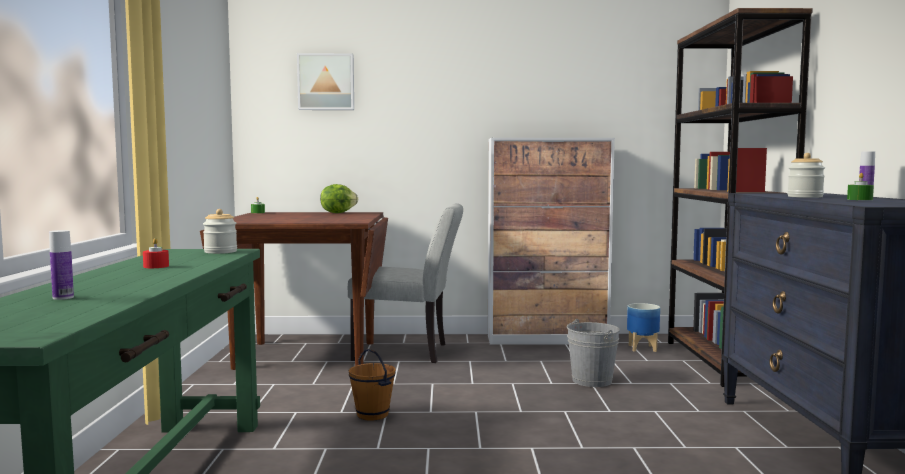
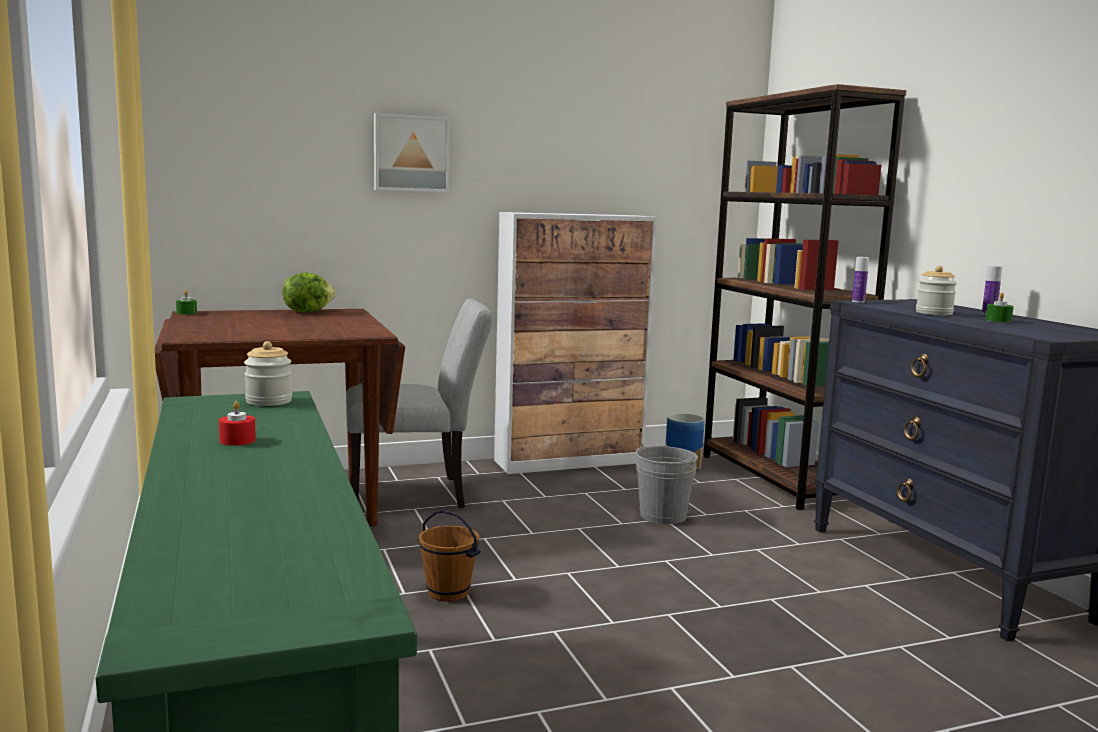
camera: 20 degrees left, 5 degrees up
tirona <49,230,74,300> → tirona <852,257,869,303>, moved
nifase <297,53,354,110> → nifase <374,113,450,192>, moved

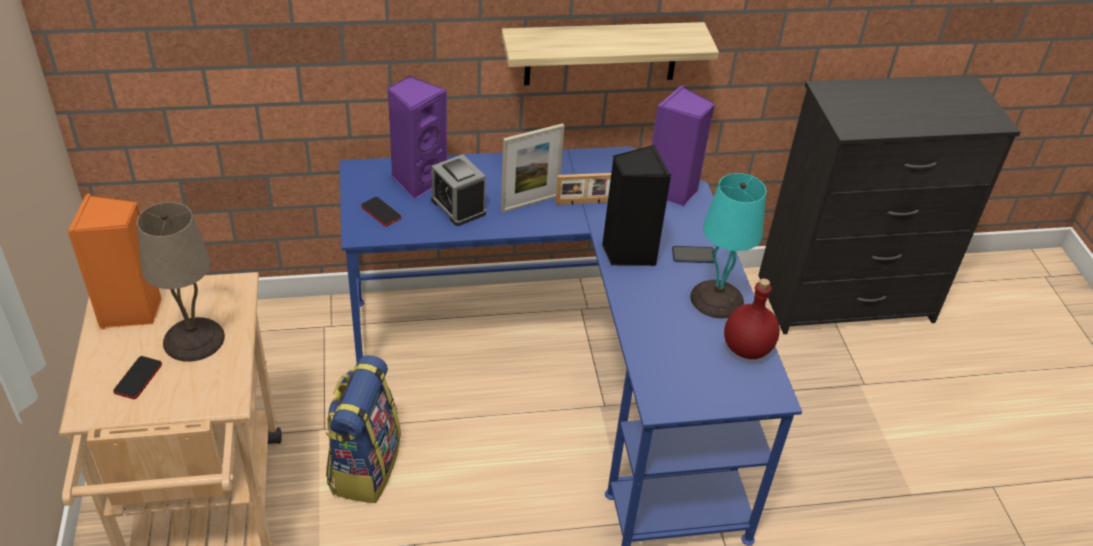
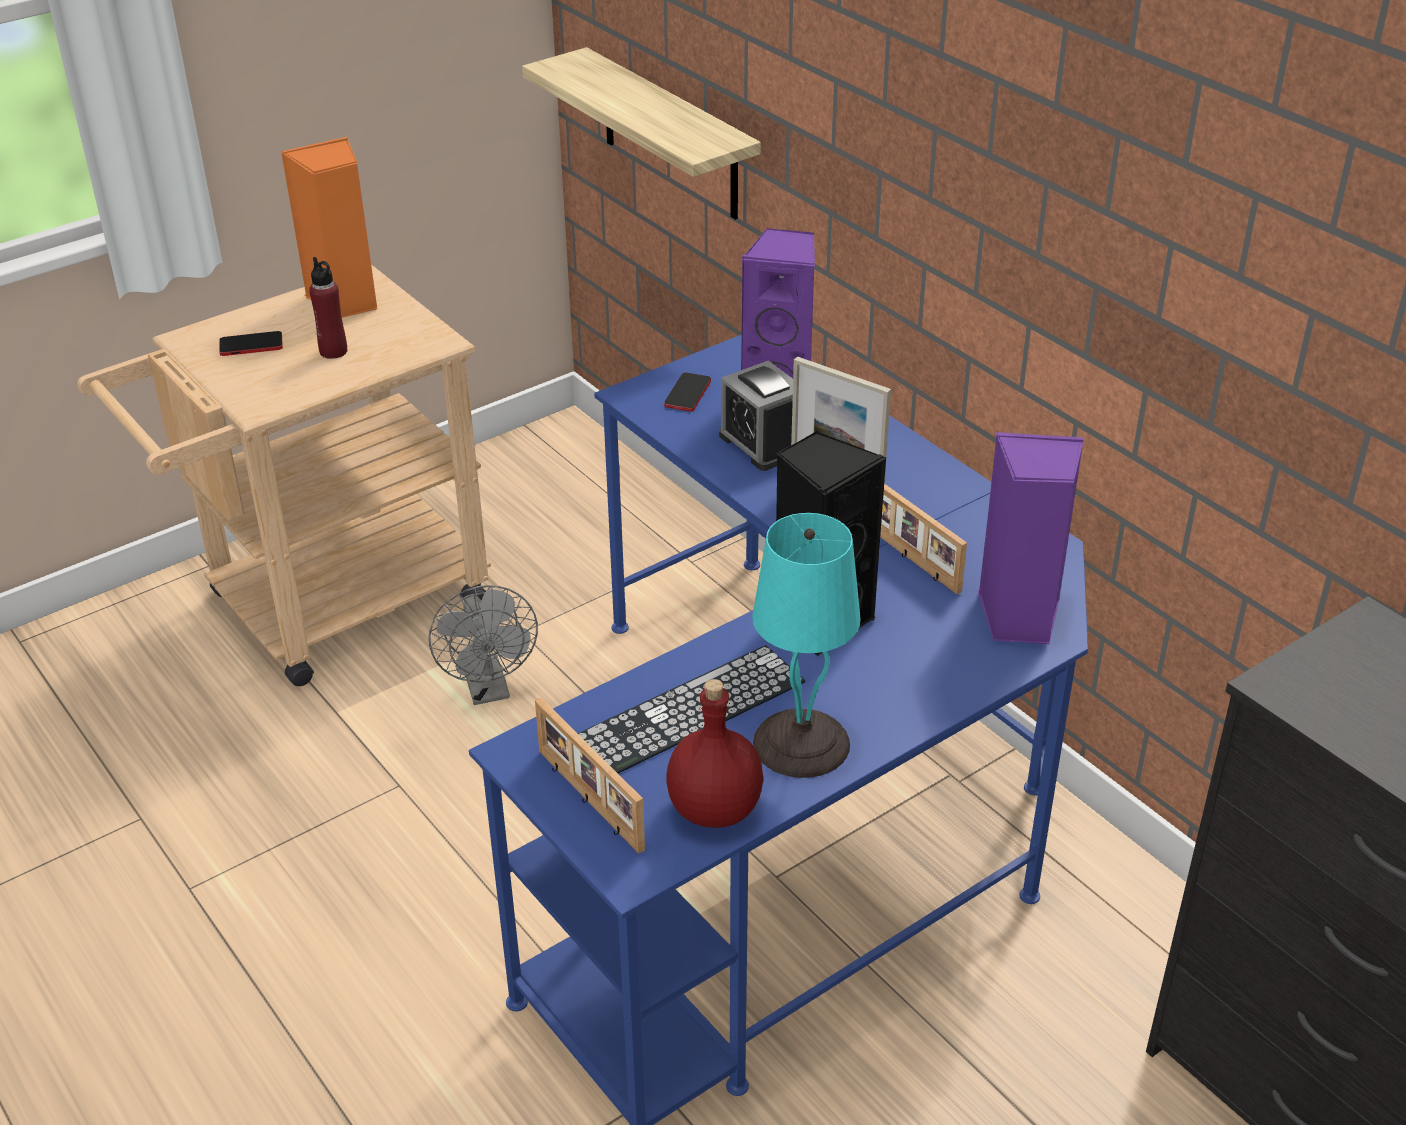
camera: 65 degrees right, 5 degrees down
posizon <672,246,714,263> → -
- → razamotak <535,698,645,854>
- → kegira <578,645,805,773>
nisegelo <502,22,719,85> → nisegelo <522,47,761,220>, moved
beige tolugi <137,202,225,362> → red tirona <309,257,347,359>
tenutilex <326,355,401,503> → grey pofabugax <429,585,538,705>
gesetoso <431,154,486,226> → gesetoso <719,361,793,471>, 60 degrees counterclockwise

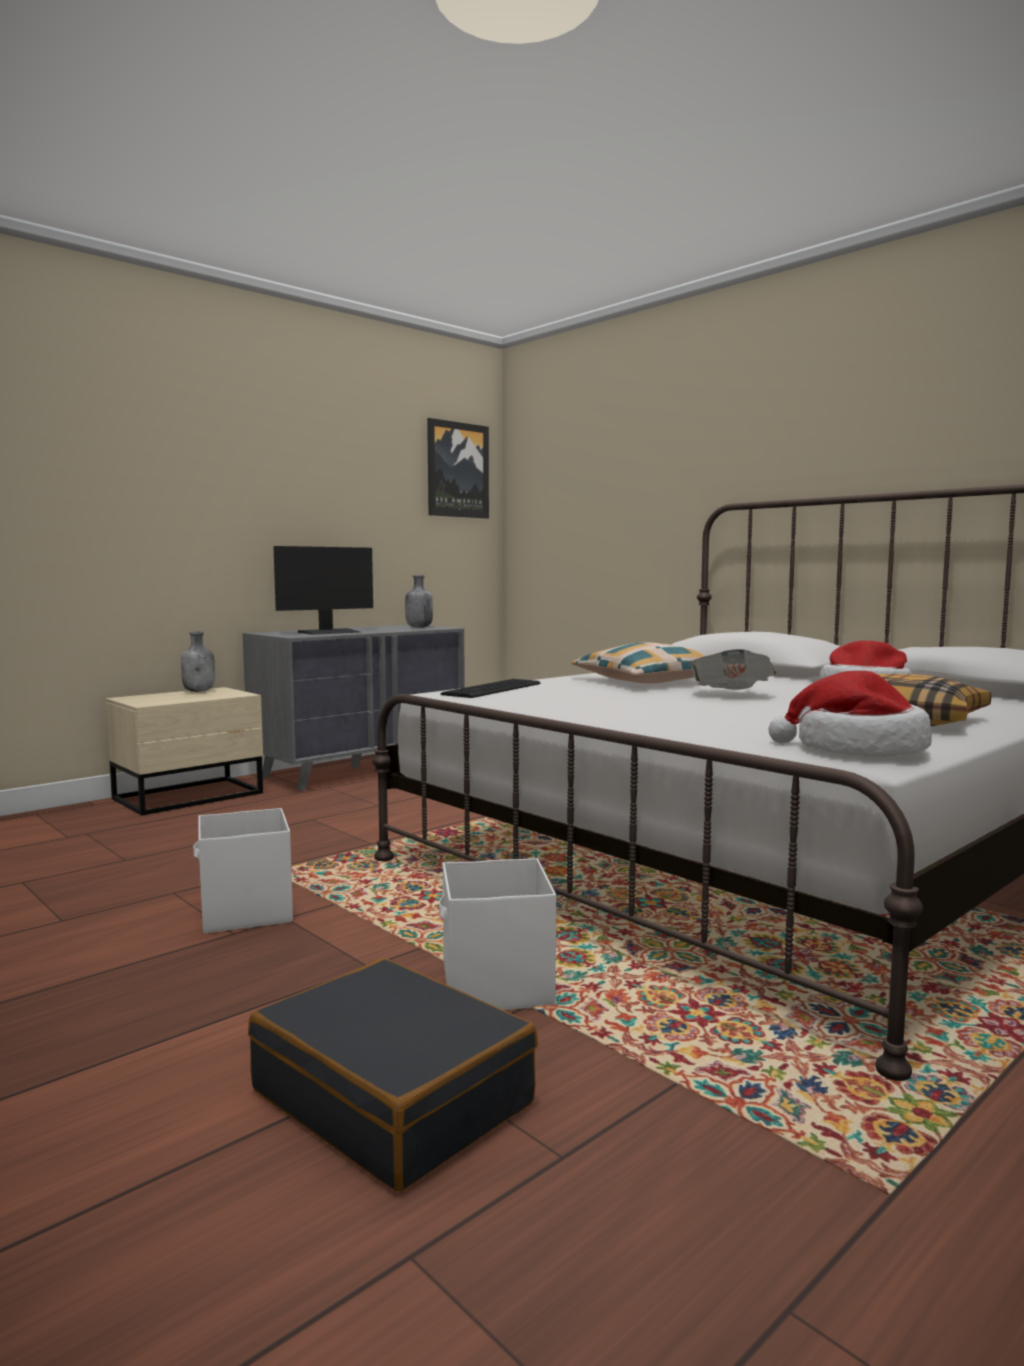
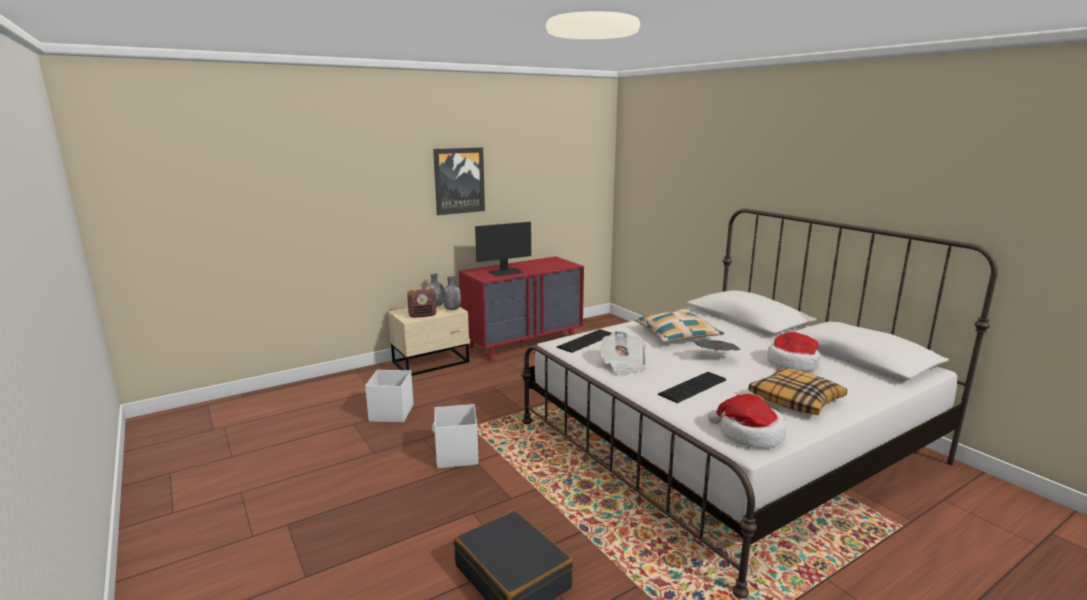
camera: 10 degrees right, 10 degrees up
- → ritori <407,287,436,318>
- → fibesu <599,331,646,377>
- → kegira <658,372,726,403>
grey tirona <405,575,433,628> → grey tirona <443,277,461,310>, moved
nifase <427,418,489,518> → nifase <433,147,485,215>, moved
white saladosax <439,858,556,1010> → white saladosax <365,370,414,422>, moved
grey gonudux <242,625,465,791> → red gonudux <459,256,584,361>

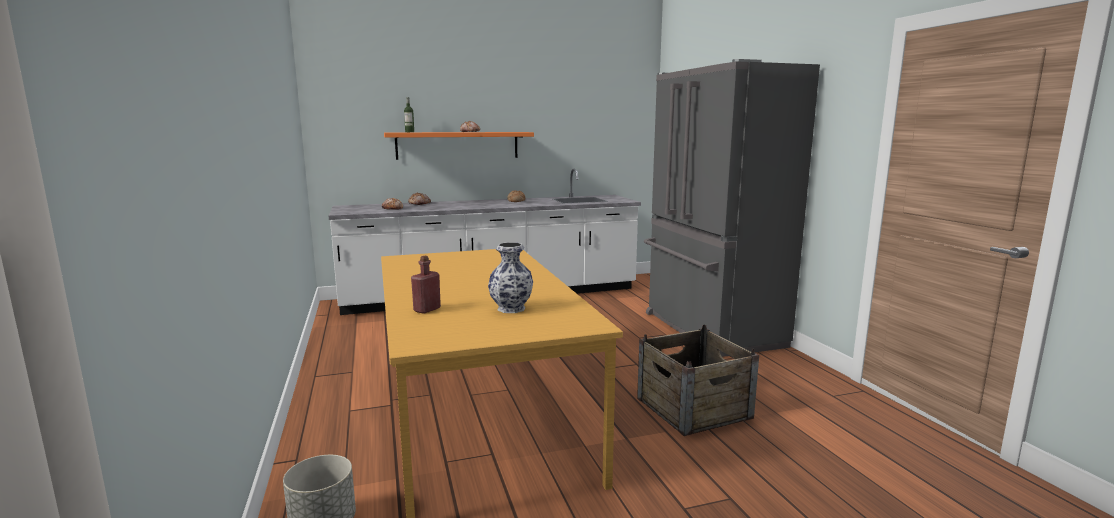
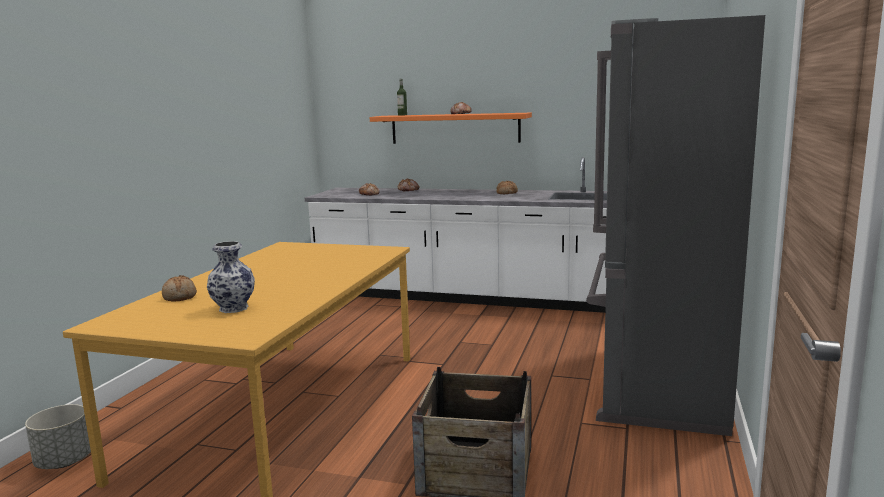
camera: 35 degrees right, 0 degrees up
red tirona <411,256,441,314> → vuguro <162,275,197,301>

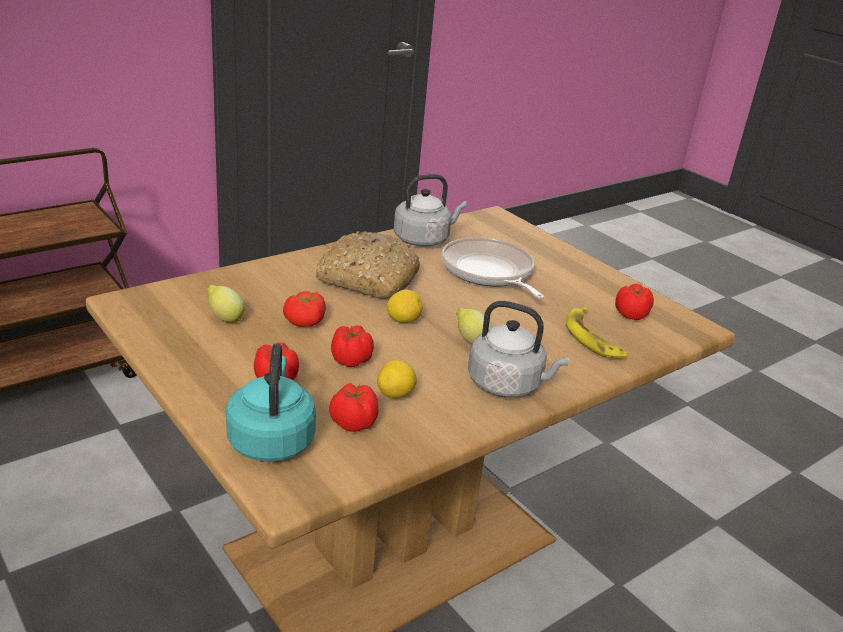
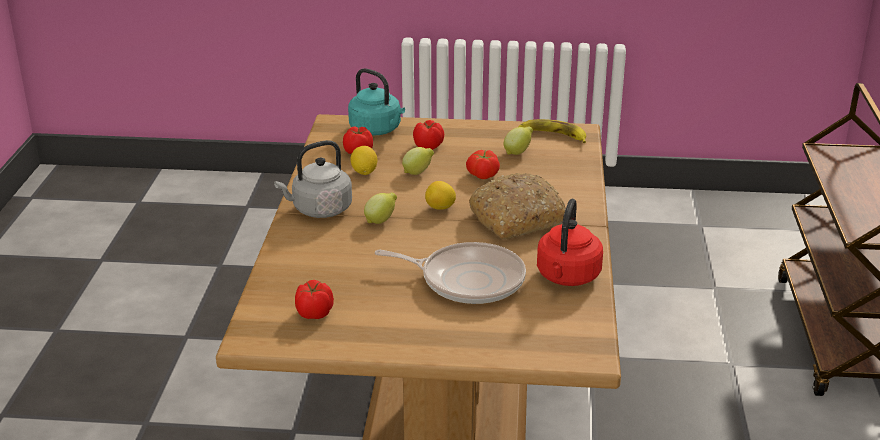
camera: 135 degrees right, 0 degrees up
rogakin <566,307,627,358> → rogakin <518,119,586,143>, moved
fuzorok <331,325,374,367> → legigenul <402,147,434,175>
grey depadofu <394,174,467,247> → red depadofu <537,199,603,286>

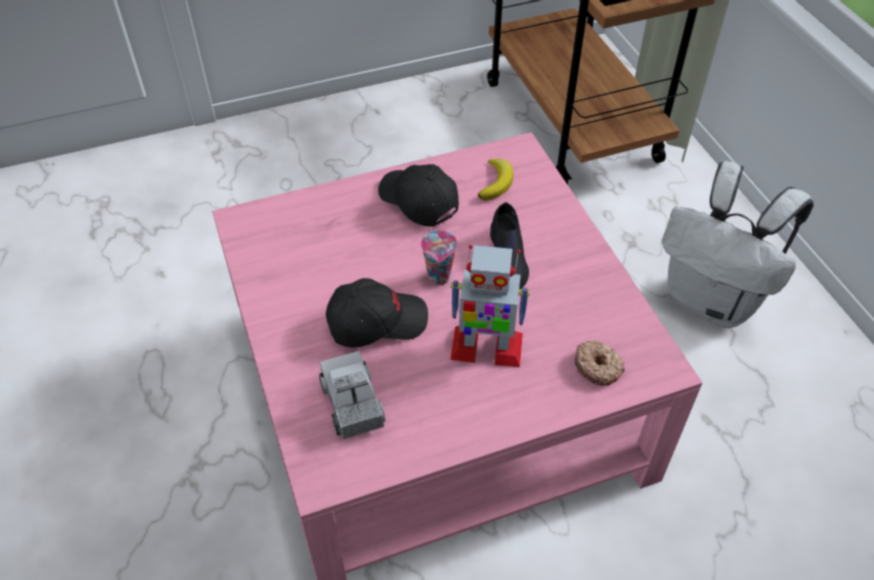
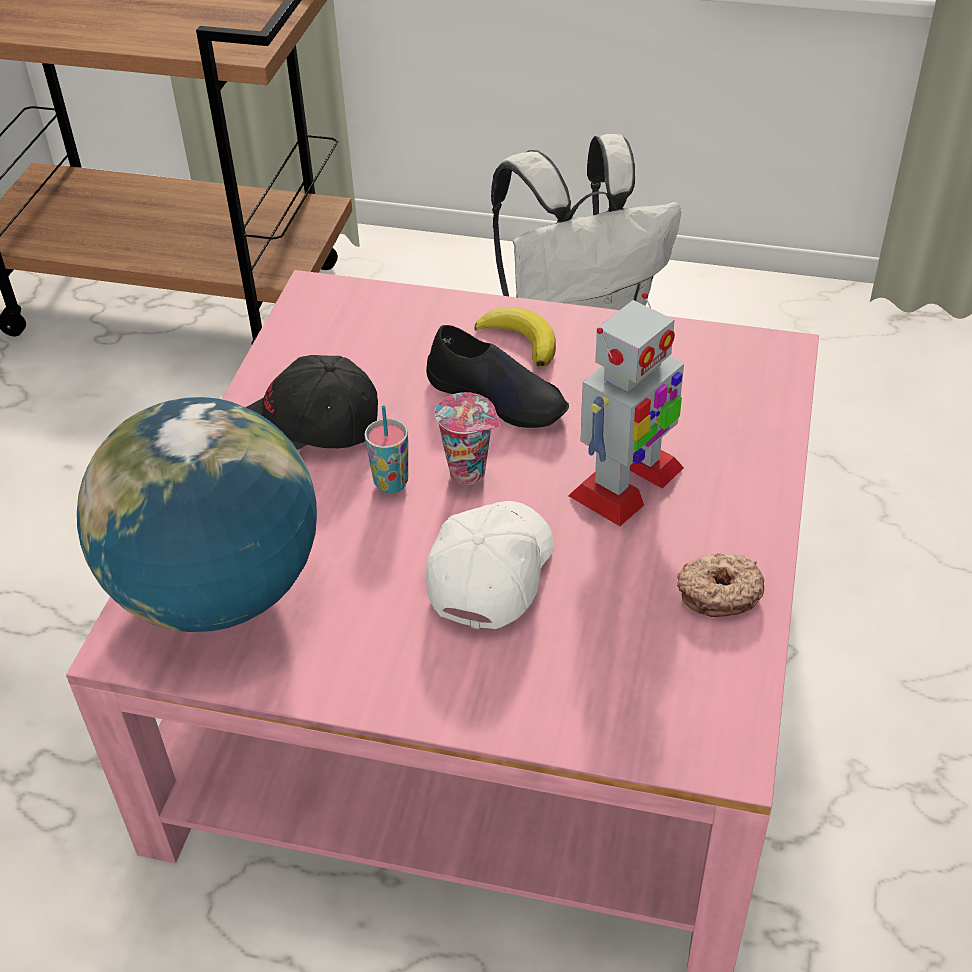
camera: 55 degrees left, 5 degrees down
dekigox <319,351,386,439> → -
- → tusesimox <77,397,317,632>
- → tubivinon <364,405,408,493>
rogakin <478,159,514,201> → rogakin <475,307,556,367>, moved
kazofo <575,341,625,385> → kazofo <677,553,764,617>, moved
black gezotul <326,278,428,348> → white gezotul <426,501,554,629>

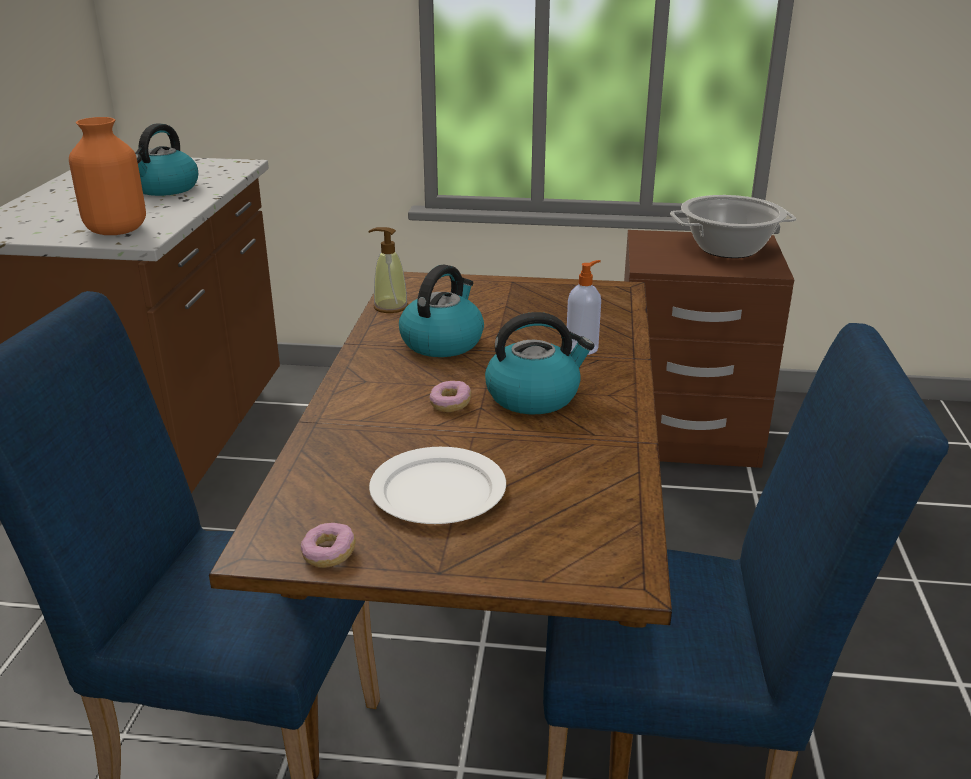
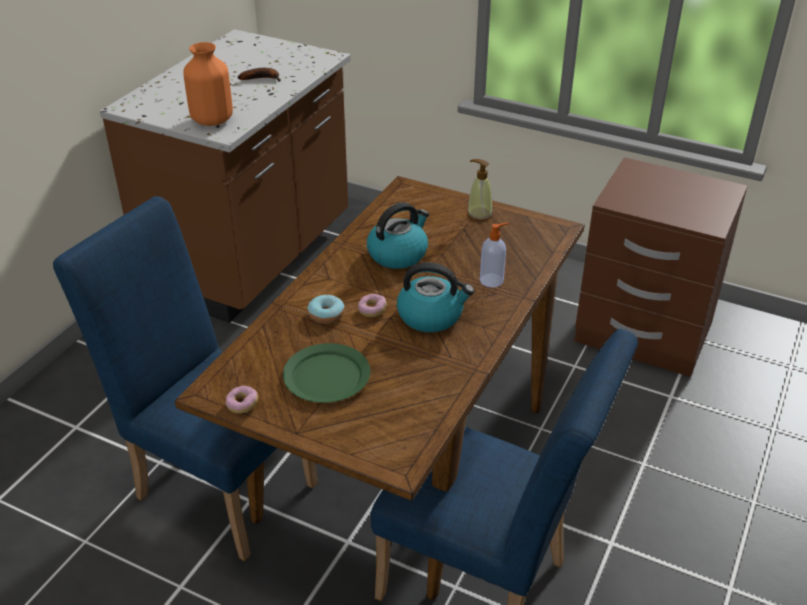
camera: 20 degrees right, 10 degrees up
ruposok <670,195,796,258> → -
- → kazofo <307,295,344,324>
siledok <368,227,408,313> → siledok <467,159,493,221>, moved
depadofu <135,123,198,196> → rogakin <237,68,281,82>
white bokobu <369,447,506,524> → green bokobu <283,343,370,403>

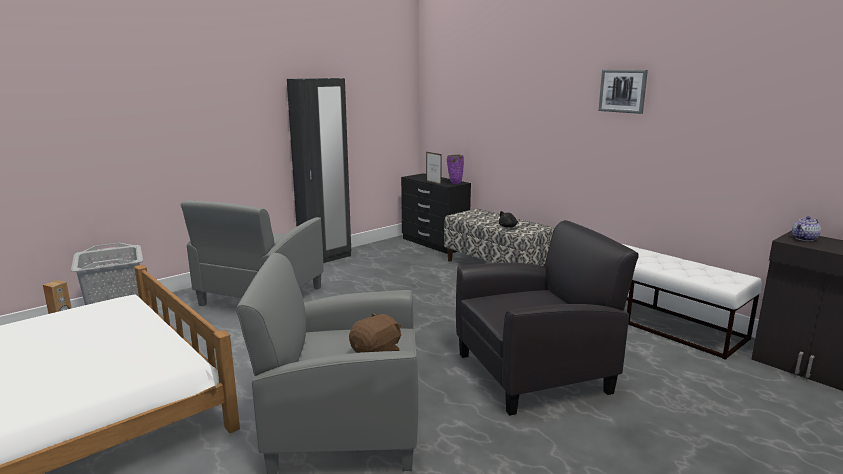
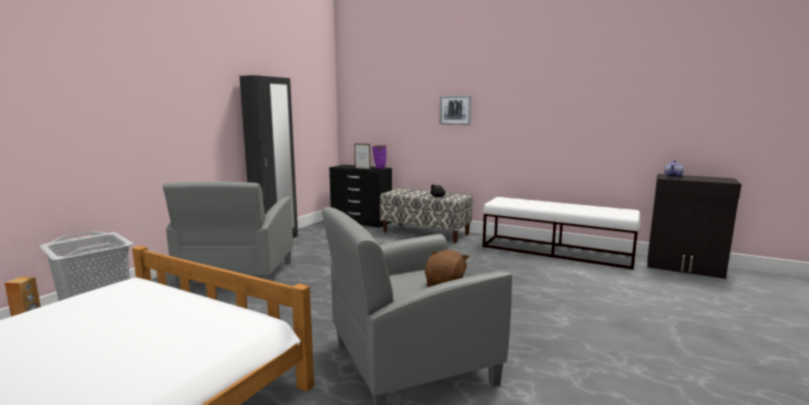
camera: 20 degrees left, 5 degrees down
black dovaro <456,220,639,415> → -
nifase <598,70,648,114> → nifase <440,95,471,125>, moved

